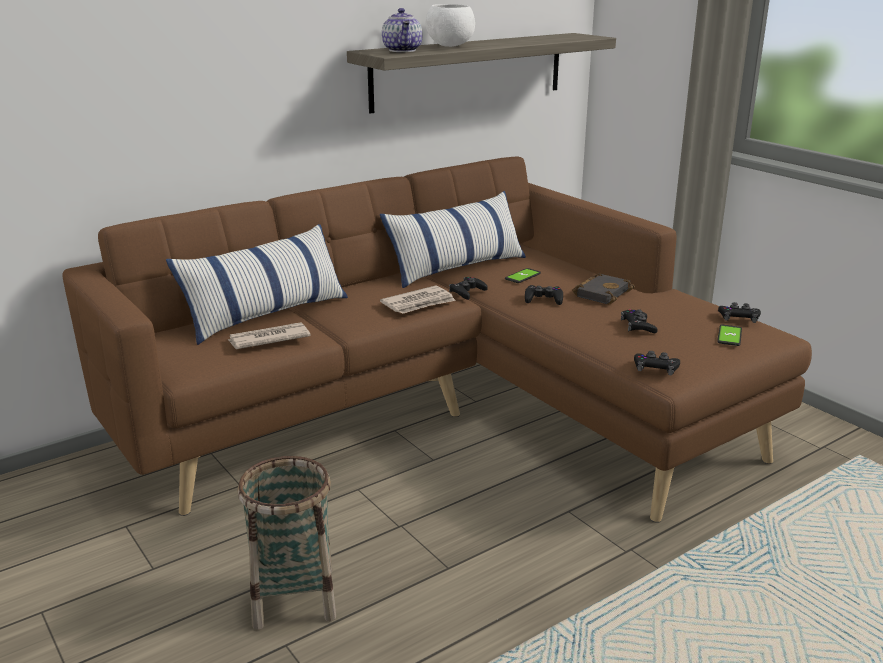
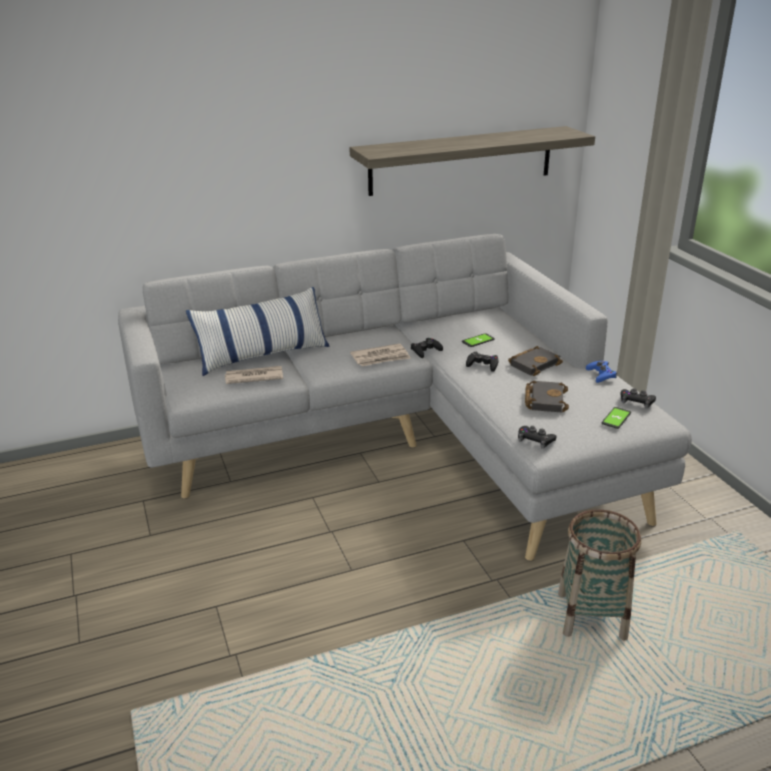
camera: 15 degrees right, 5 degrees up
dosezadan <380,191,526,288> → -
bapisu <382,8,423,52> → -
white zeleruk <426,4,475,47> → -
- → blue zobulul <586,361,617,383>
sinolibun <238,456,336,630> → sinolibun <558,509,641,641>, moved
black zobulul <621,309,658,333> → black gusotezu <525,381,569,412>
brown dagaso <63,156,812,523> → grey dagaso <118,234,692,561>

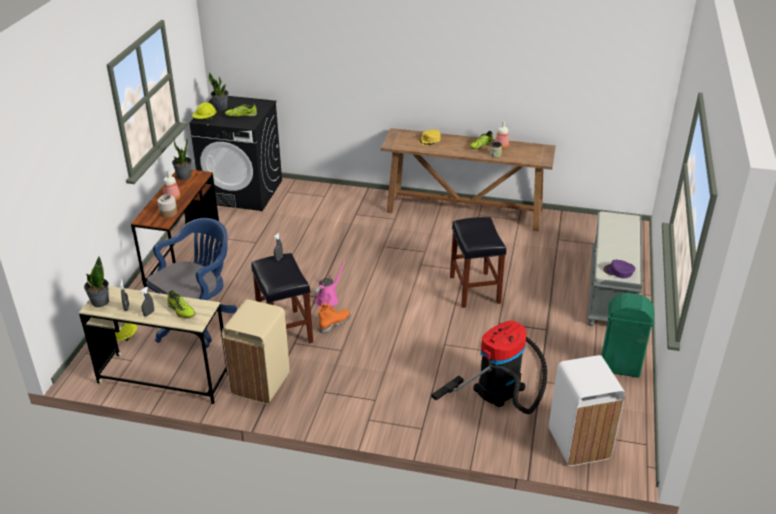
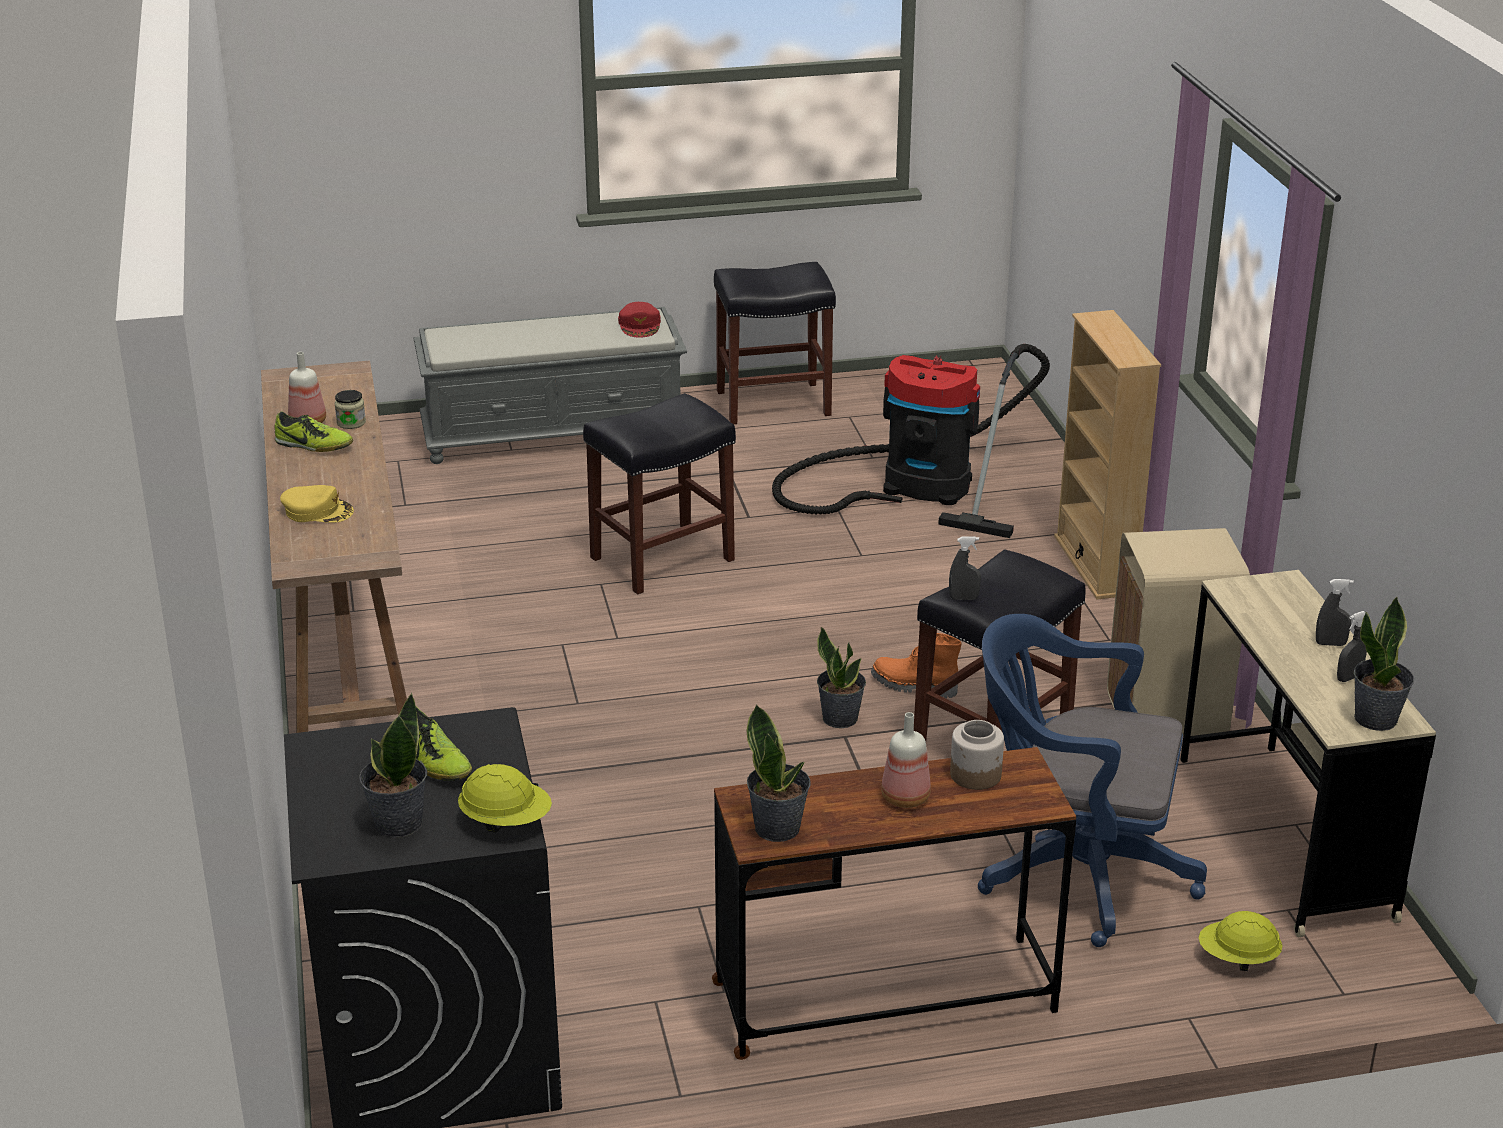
camera: 115 degrees left, 5 degrees down
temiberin <167,290,196,318> → -
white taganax <549,355,625,466> → -
- → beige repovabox <1054,310,1161,599>
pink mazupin <315,262,345,307> → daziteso <817,627,866,728>
green taganax <601,293,654,378> → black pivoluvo <714,262,836,424>
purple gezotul <604,260,636,278> → red gezotul <618,302,661,338>

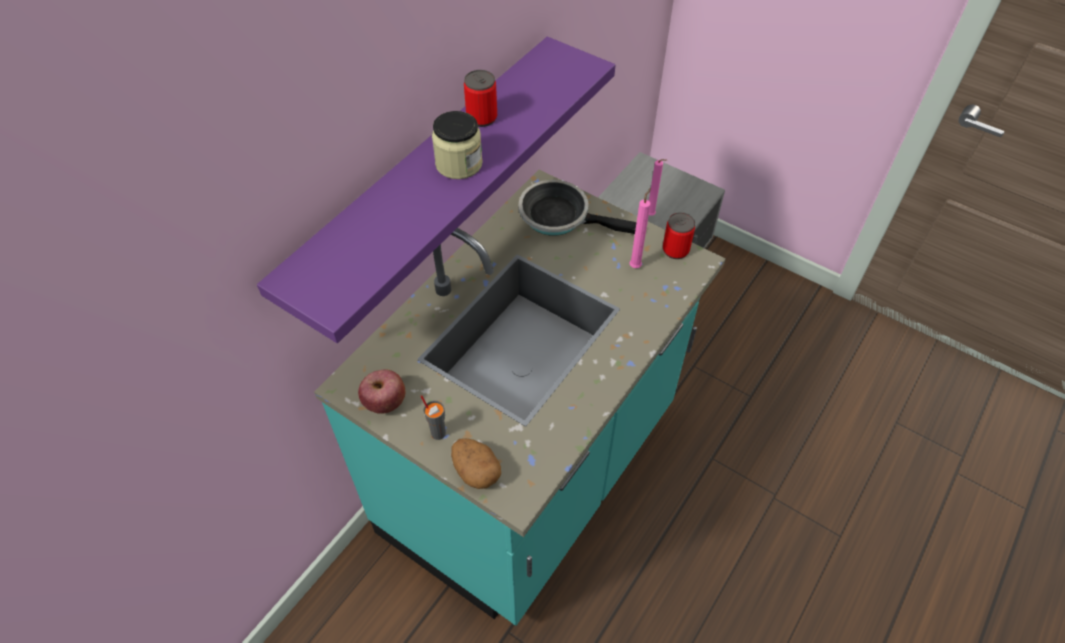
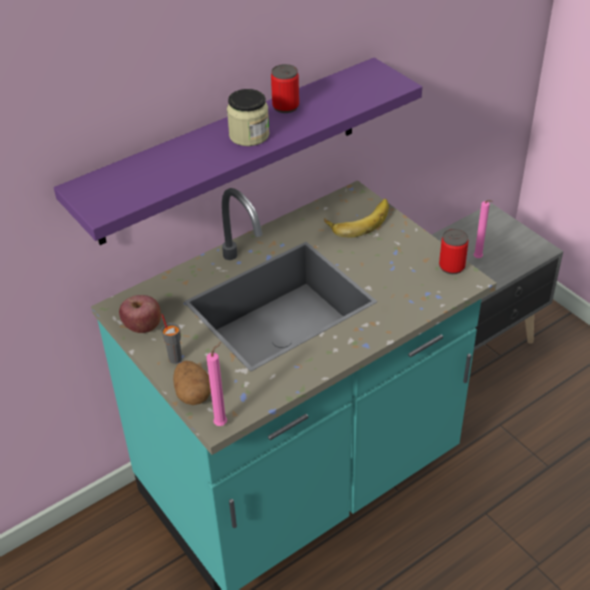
camera: 20 degrees right, 10 degrees down
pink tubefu <629,188,651,268> → pink tubefu <207,342,227,426>, moved
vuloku <518,180,637,236> → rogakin <324,199,389,237>

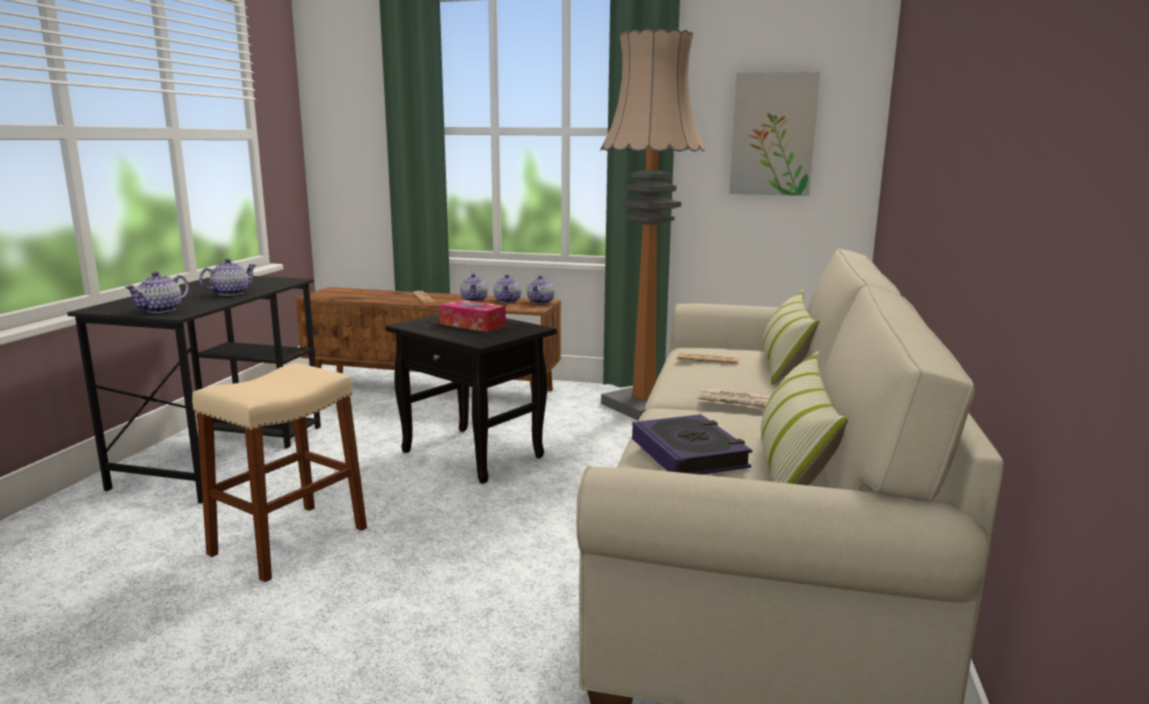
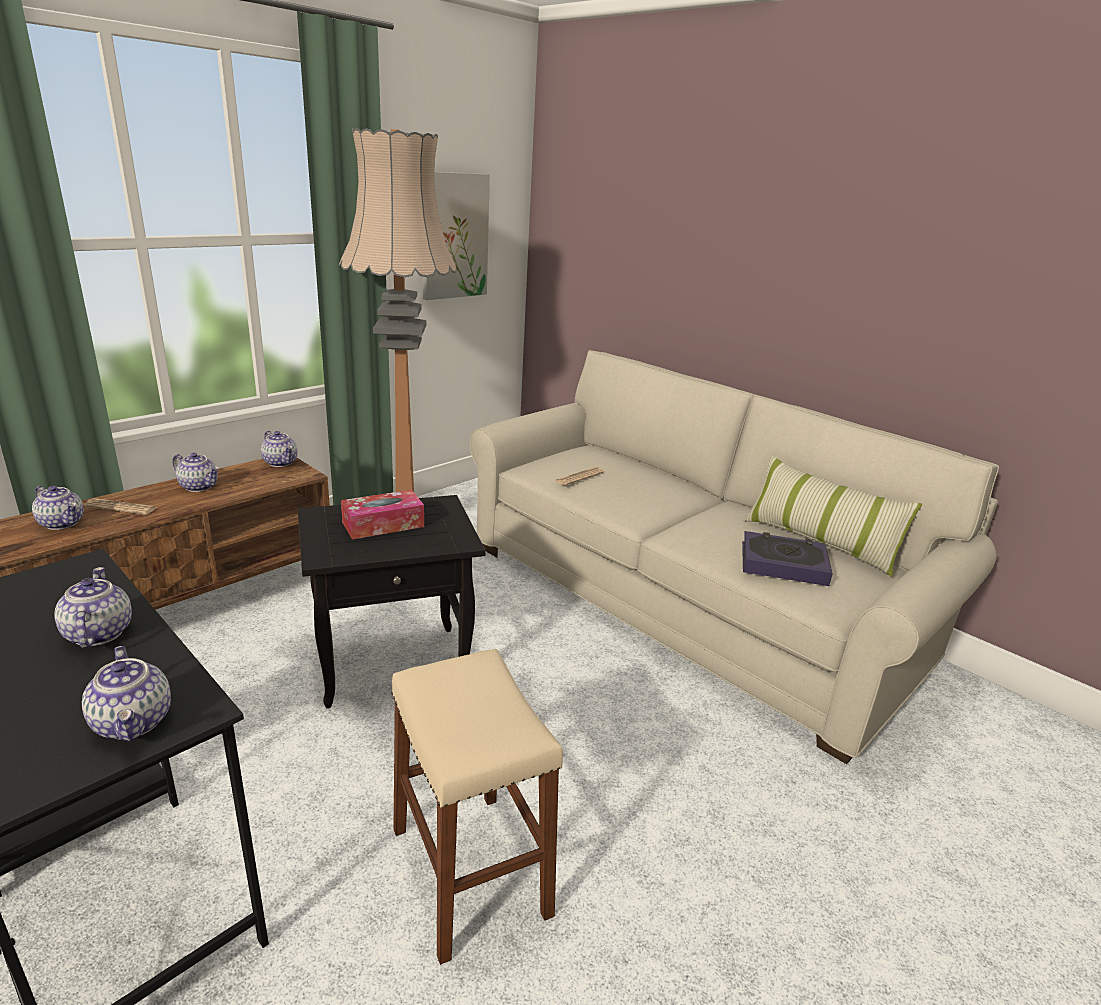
camera: 60 degrees left, 10 degrees up
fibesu <697,387,771,410> → -
dosezadan <763,290,820,385> → -
bapisu <494,274,521,303> → bapisu <32,485,84,530>, moved

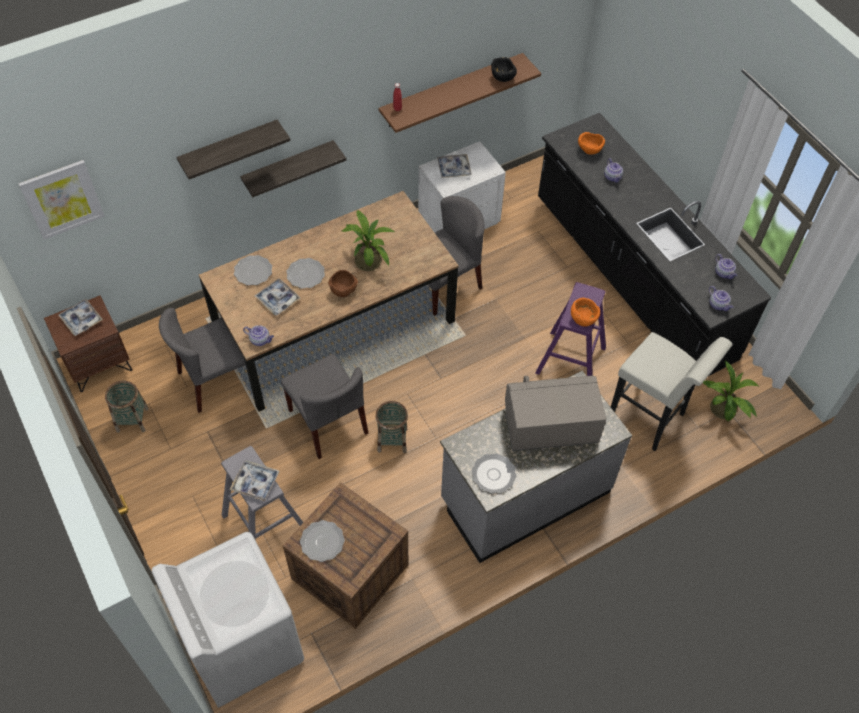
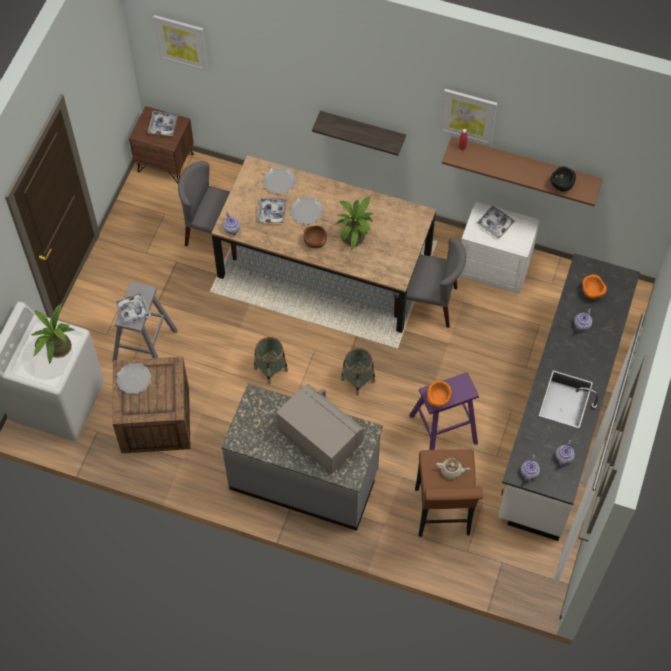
camera: 50 degrees right, 5 degrees up
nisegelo <176,120,290,179> → -
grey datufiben <281,354,368,459> → -
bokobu <472,453,516,493> → -
- → beige bapisu <436,458,470,479>
- → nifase <440,89,497,145>
sinolibun <105,380,149,433> → sinolibun <341,348,375,396>, moved
daziteso <703,360,758,421> → daziteso <31,303,75,364>, moved
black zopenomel <538,113,772,376> → white zopenomel <498,253,640,541>
white pivoluvo <611,332,732,451> → brown pivoluvo <415,449,483,537>

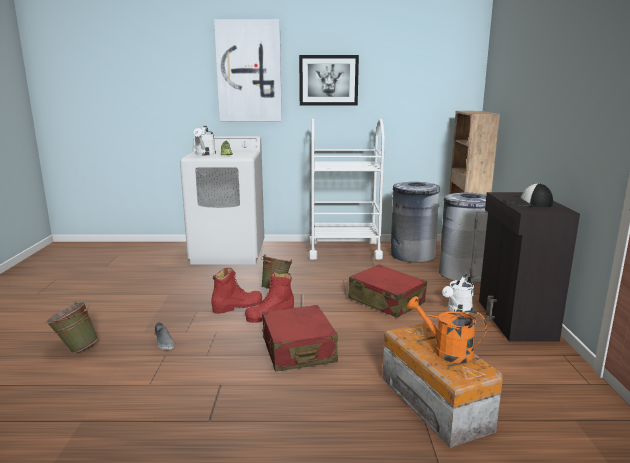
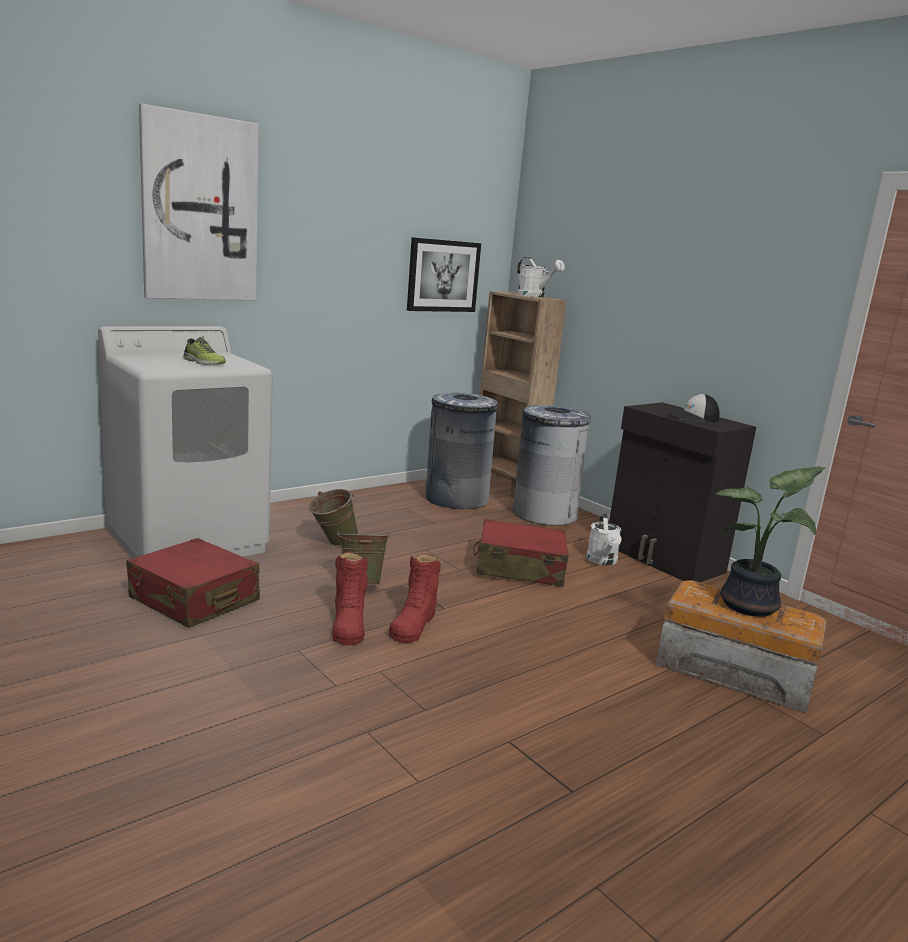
camera: 40 degrees left, 0 degrees up
grey temiberin <155,322,174,350> → -
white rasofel <309,119,385,260> → -
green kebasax <46,301,98,353> → green kebasax <309,489,359,546>, moved
white mazupin <193,126,216,155> → white mazupin <517,257,565,297>, moved
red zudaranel <262,305,338,371> → red zudaranel <126,538,260,628>, moved
nifase <299,55,359,105> → nifase <407,237,481,312>, moved
orange mazupin <407,296,487,363> → daziteso <716,466,825,617>
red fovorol <211,268,262,314> → red fovorol <332,552,368,645>, 150 degrees clockwise

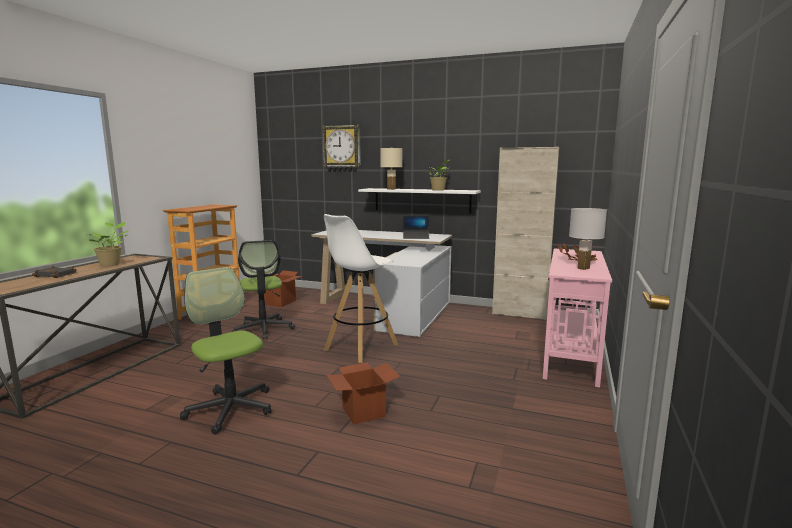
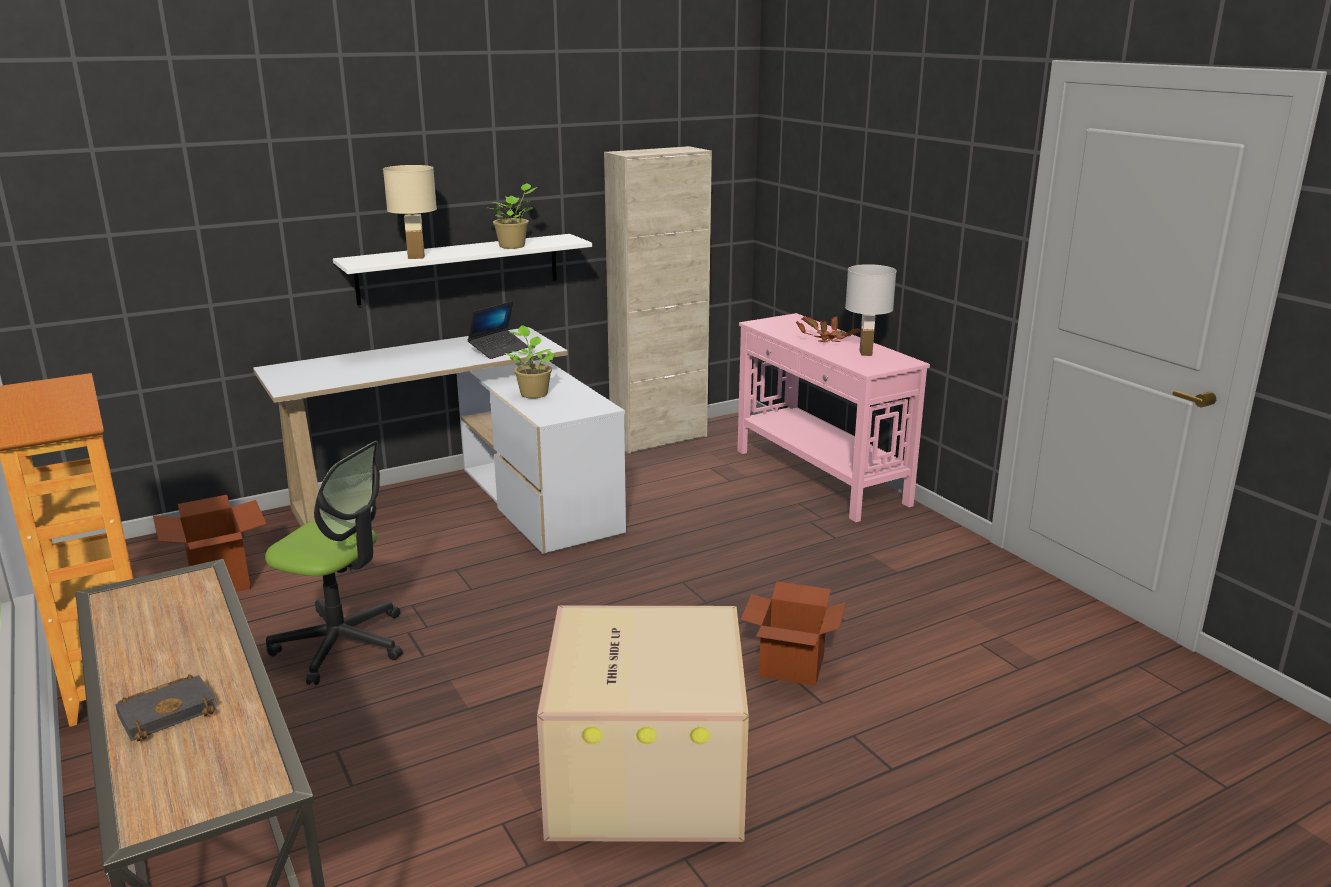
camera: 50 degrees left, 10 degrees up
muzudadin <322,125,361,172> → -
white pivoluvo <324,214,398,363> → -
daziteso <88,222,128,266> → daziteso <504,325,557,399>, moved
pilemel <180,267,272,434> → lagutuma <537,606,749,842>

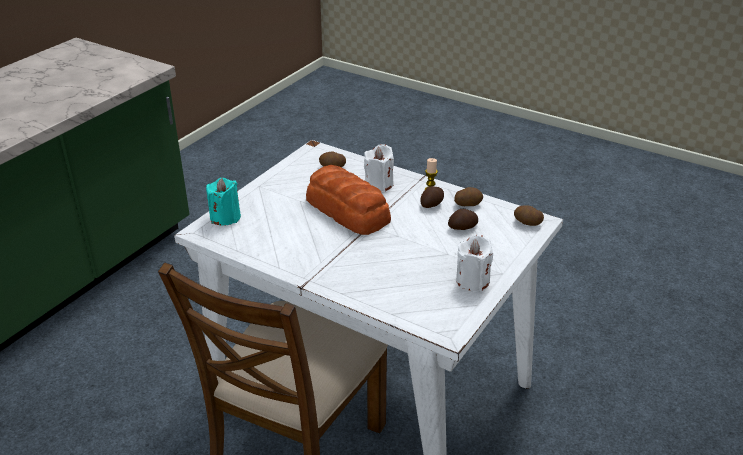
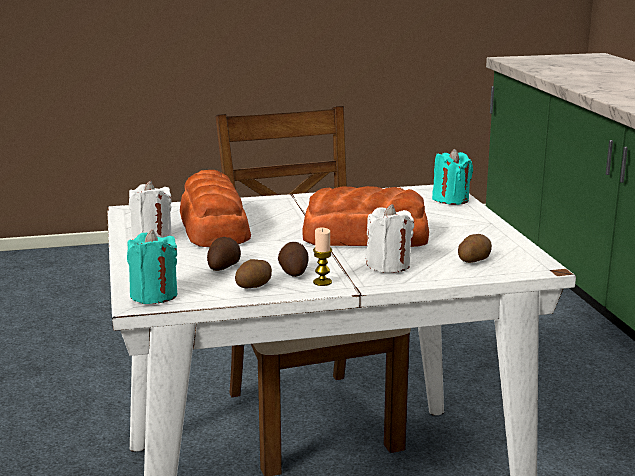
camera: 135 degrees right, 15 degrees down
- → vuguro <180,170,251,247>
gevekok <514,206,544,226> → turquoise tubefu <127,230,177,304>

